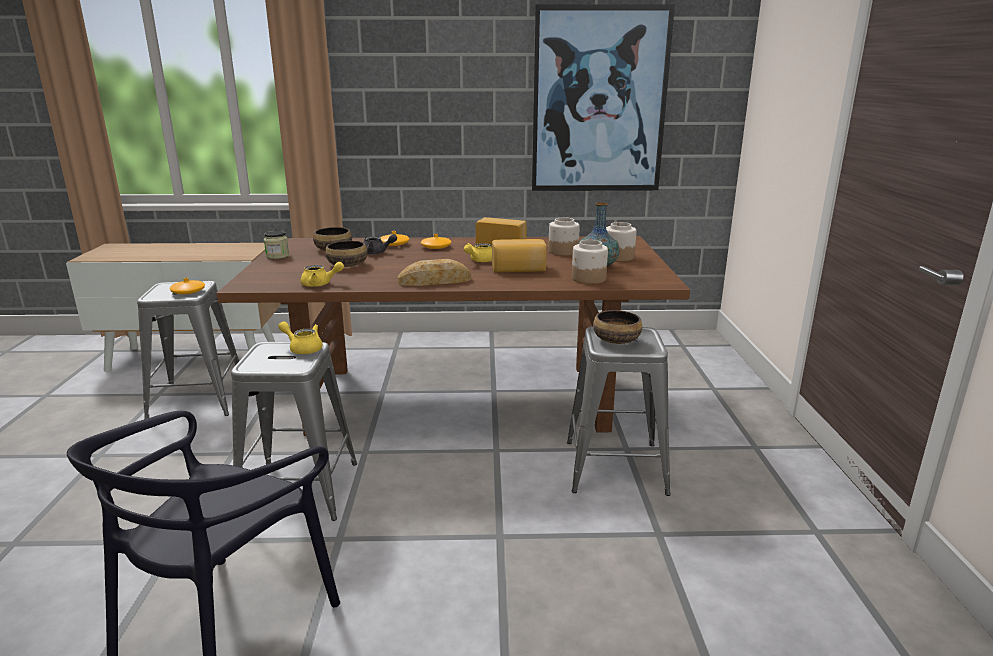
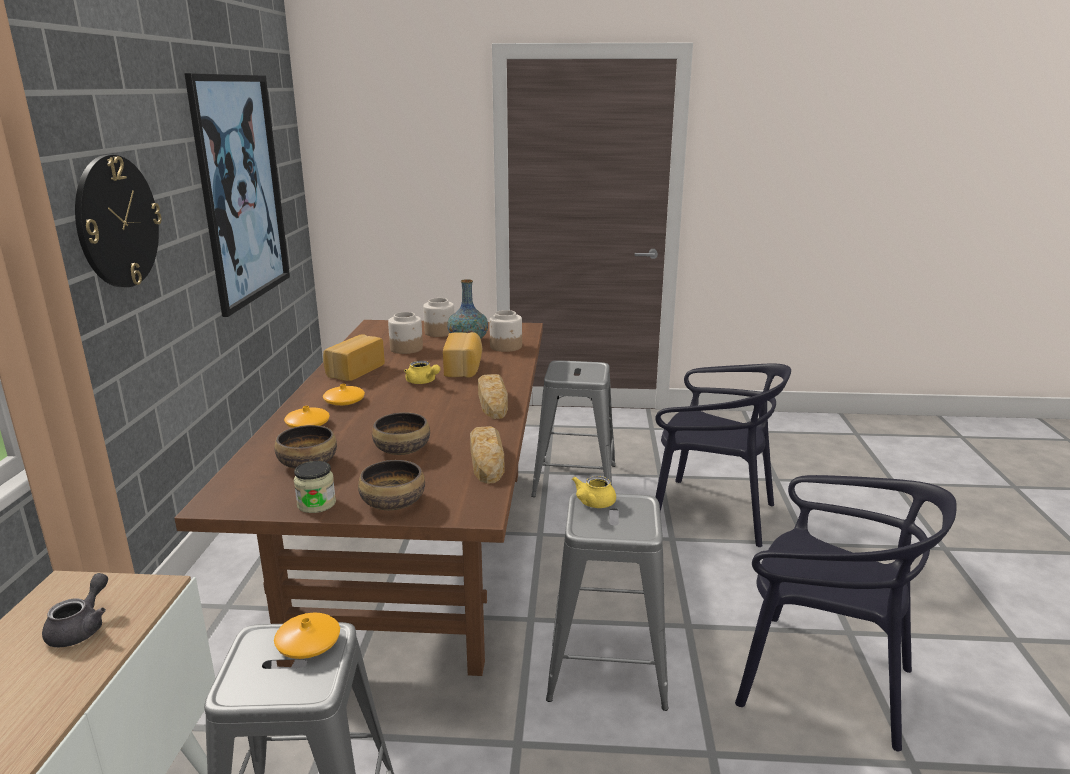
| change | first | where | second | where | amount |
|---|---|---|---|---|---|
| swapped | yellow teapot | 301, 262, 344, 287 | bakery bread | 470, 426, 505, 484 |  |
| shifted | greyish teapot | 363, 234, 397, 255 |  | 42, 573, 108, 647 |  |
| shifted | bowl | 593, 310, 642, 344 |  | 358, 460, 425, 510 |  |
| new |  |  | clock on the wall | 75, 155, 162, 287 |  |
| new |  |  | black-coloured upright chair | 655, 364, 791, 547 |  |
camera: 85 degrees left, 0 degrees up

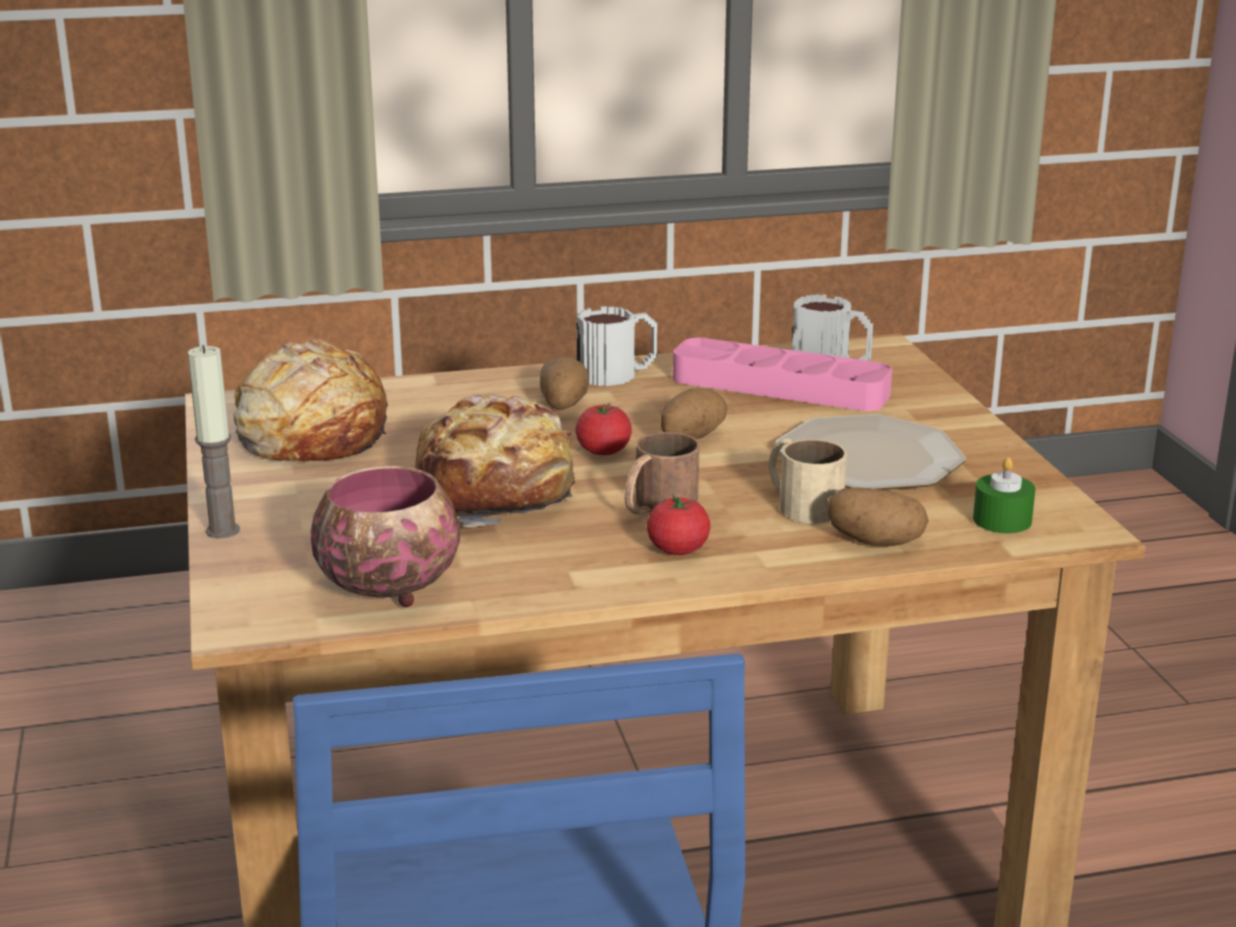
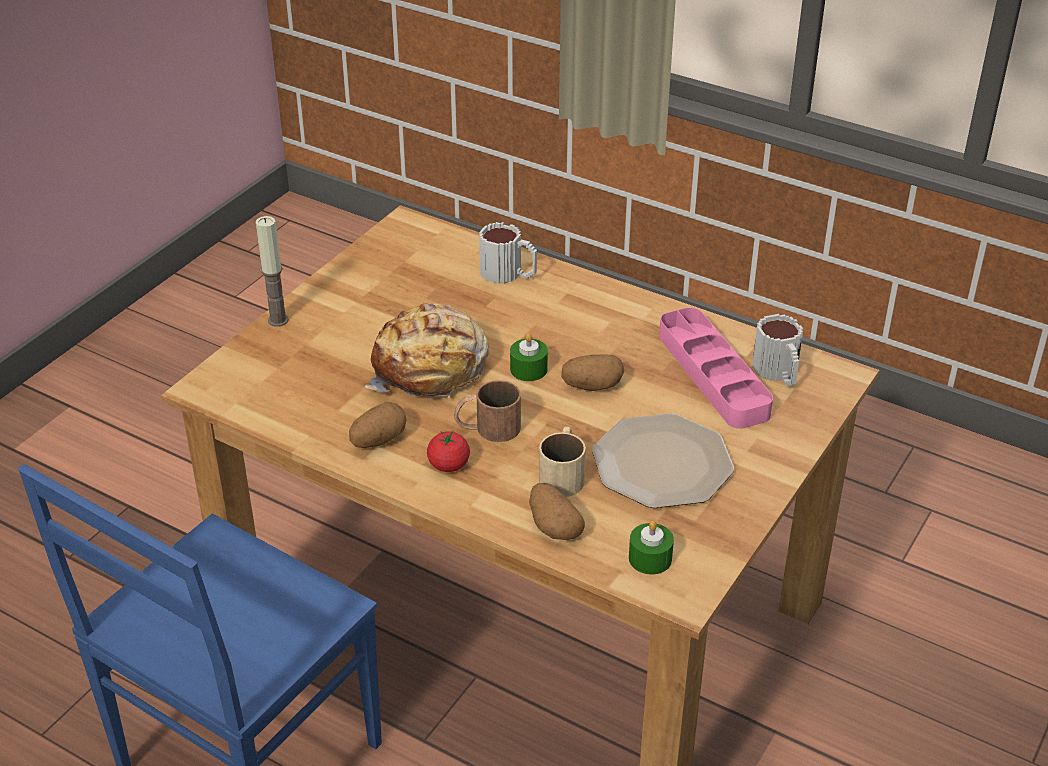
| change | first | where | second | where | amount |
|---|---|---|---|---|---|
| gone | bakery bread | 234, 339, 388, 461 |  |  |  |
| gone | bowl | 311, 466, 460, 607 |  |  |  |
| shifted | potato | 540, 357, 589, 410 |  | 349, 401, 407, 448 |  |
| swapped | fresh tomato | 575, 403, 632, 455 | greenish wax light | 510, 333, 548, 381 |  |
| shifted | coffee mug | 577, 306, 657, 386 |  | 479, 222, 537, 284 |  |
camera: 45 degrees right, 15 degrees up

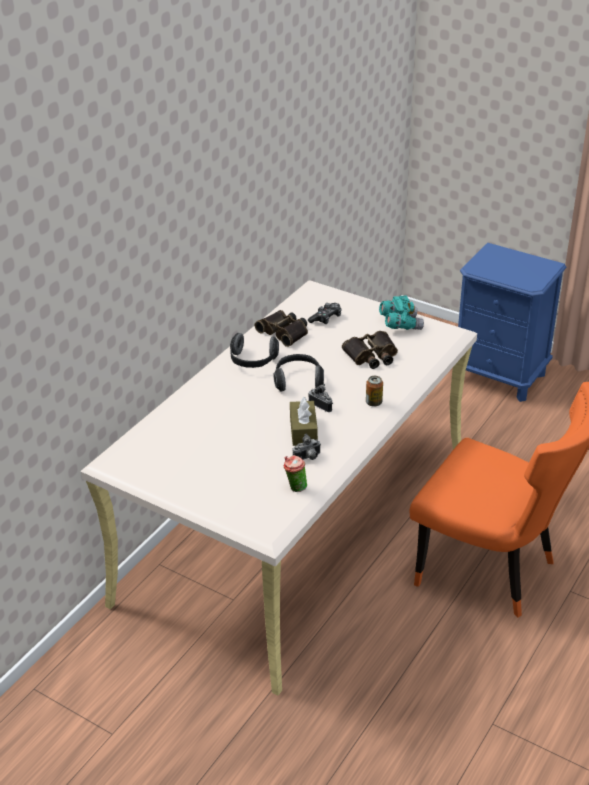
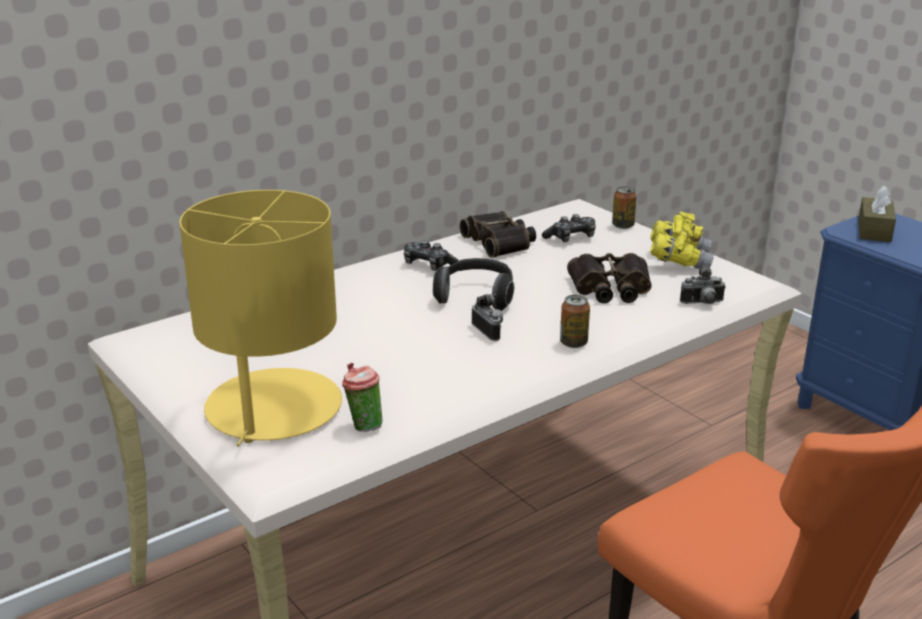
| change | first | where | second | where | amount |
|---|---|---|---|---|---|
| swapped | headset | 230, 333, 279, 368 | game controller | 404, 240, 459, 271 |  |
| shifted | brown tissue holder | 290, 397, 318, 446 |  | 858, 186, 896, 242 |  |
| shifted | still camera | 293, 434, 321, 460 |  | 680, 265, 726, 304 |  |
| repainted | turquoise-coloured pair of binoculars | 379, 295, 424, 330 | yellow pair of binoculars | 650, 212, 714, 269 |  |
| new |  |  | yellow tabletop lamp | 179, 190, 342, 447 |  |
| new |  |  | metal can | 612, 186, 637, 229 |  |
camera: 20 degrees right, 10 degrees down

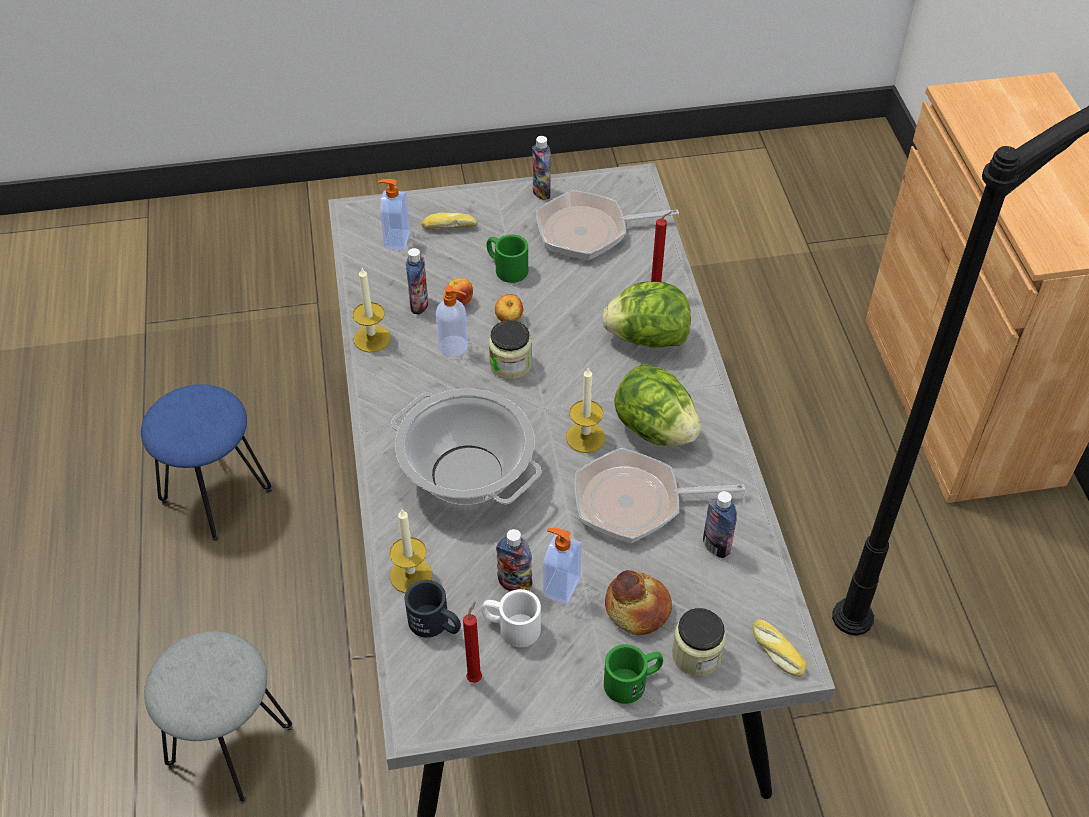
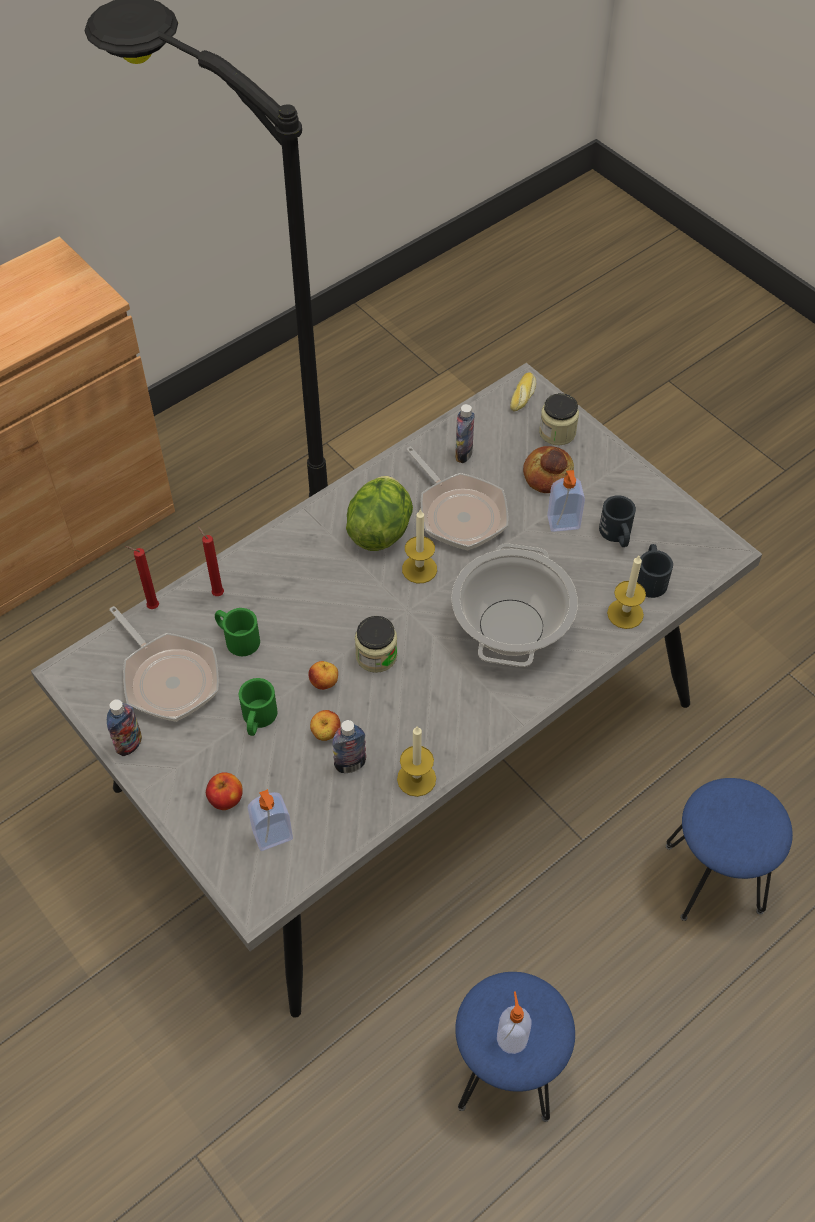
| change | first | where | second | where | amount |
|---|---|---|---|---|---|
| repainted | greyish sitting stool | 144, 631, 293, 804 | blue sitting stool | 666, 778, 793, 921 |  |
| swapped | bakery bread | 421, 212, 478, 229 | apple | 206, 772, 243, 810 |  |
| shifted | soap dispenser | 436, 286, 468, 357 |  | 497, 991, 531, 1054 |  |
| shifted | red-coloured wax light | 463, 601, 482, 683 |  | 126, 546, 159, 609 |  |
| repainted | white-coloured coffee mug | 482, 589, 541, 647 | black-coloured coffee mug | 599, 495, 636, 547 |  |
| gone | bottle | 496, 529, 532, 591 |  |  |  |
| gone | head of lettuce | 602, 282, 691, 348 |  |  |  |
| shifted | greenish coffee mug | 604, 644, 663, 704 |  | 215, 608, 260, 656 |  |
camera: 120 degrees left, 5 degrees up

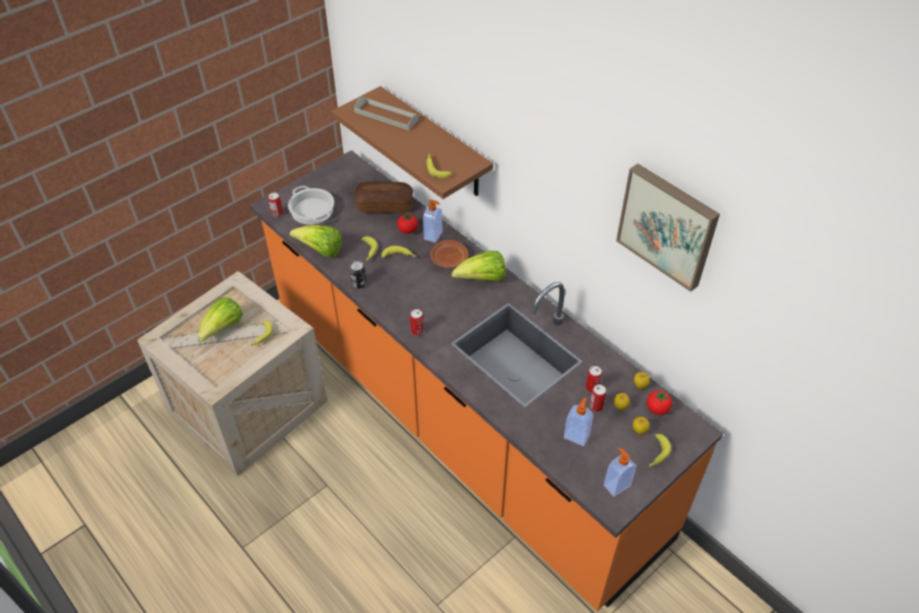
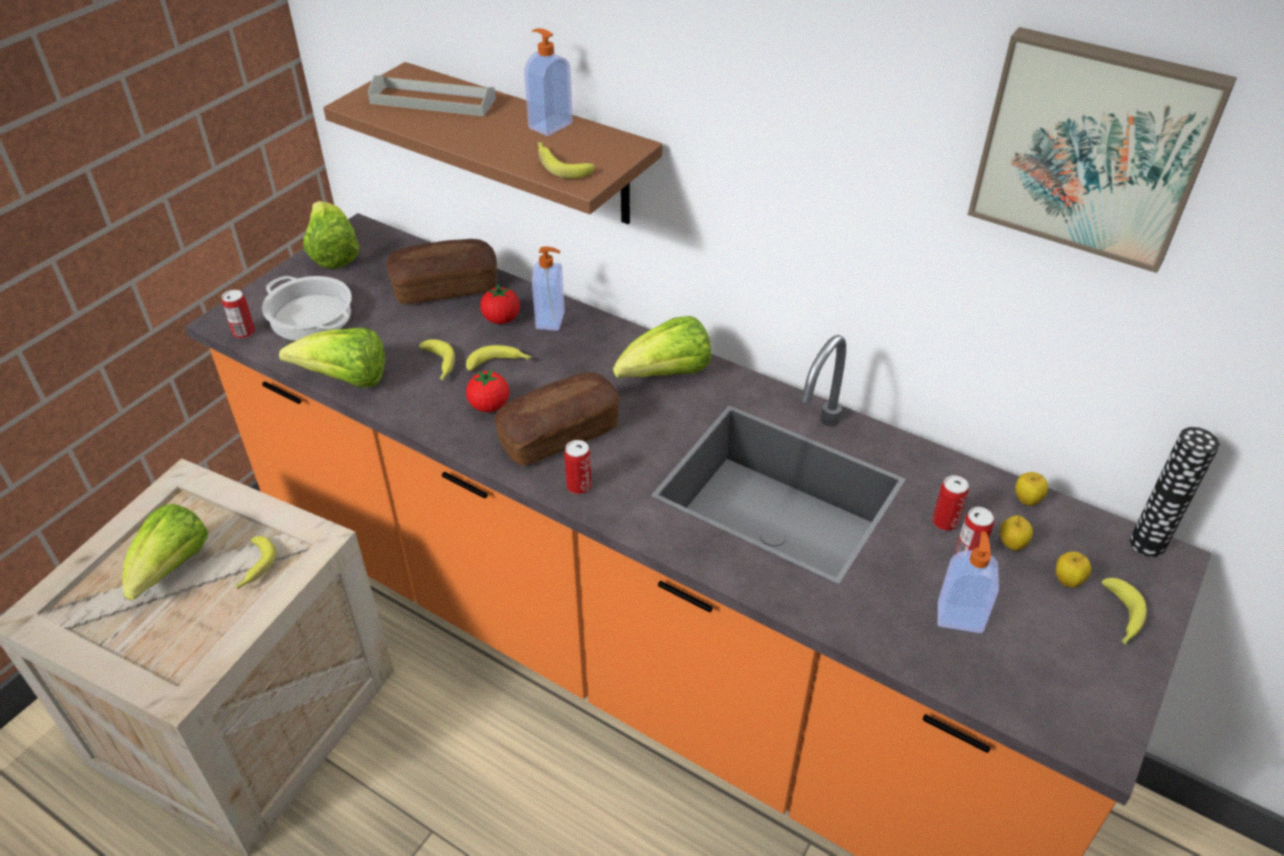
| change | first | where | second | where | amount |
|---|---|---|---|---|---|
| gone | metal can | 350, 261, 366, 288 |  |  |  |
| gone | brown plate | 430, 240, 468, 268 |  |  |  |
| shifted | soap dispenser | 604, 448, 636, 497 |  | 524, 28, 573, 136 |  |
| shifted | fresh tomato | 647, 390, 672, 415 |  | 466, 369, 509, 412 |  |
| new |  |  | head of lettuce | 303, 201, 359, 269 |  |
| new |  |  | bakery bread | 494, 372, 619, 465 |  |
| new |  |  | flower vase | 1130, 427, 1220, 557 |  |
camera: 15 degrees left, 5 degrees down

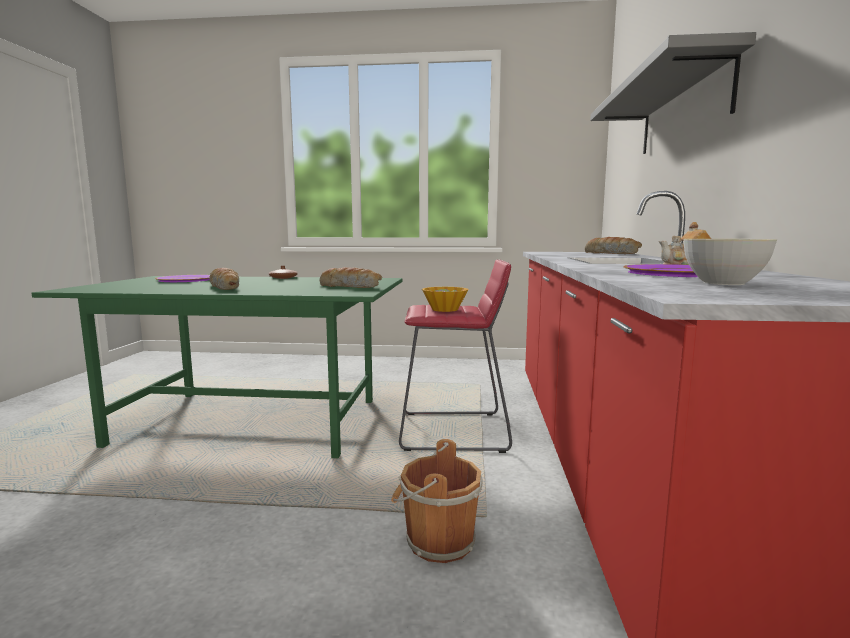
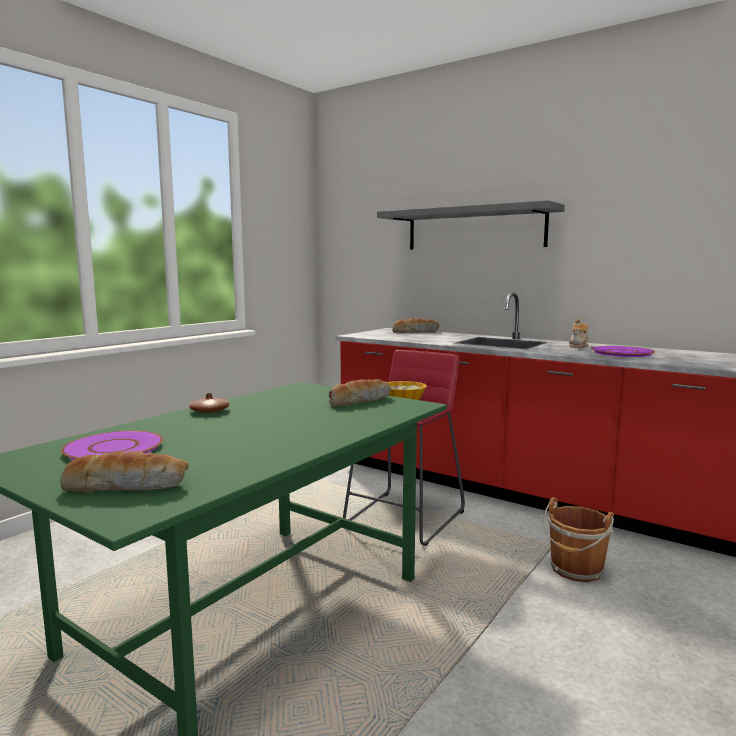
| change | first | where | second | where | amount |
|---|---|---|---|---|---|
| shifted | bakery bread | 209, 268, 239, 290 |  | 60, 451, 188, 493 |  |
| gone | greyish bowl | 683, 239, 777, 285 |  |  |  |
camera: 60 degrees left, 0 degrees up

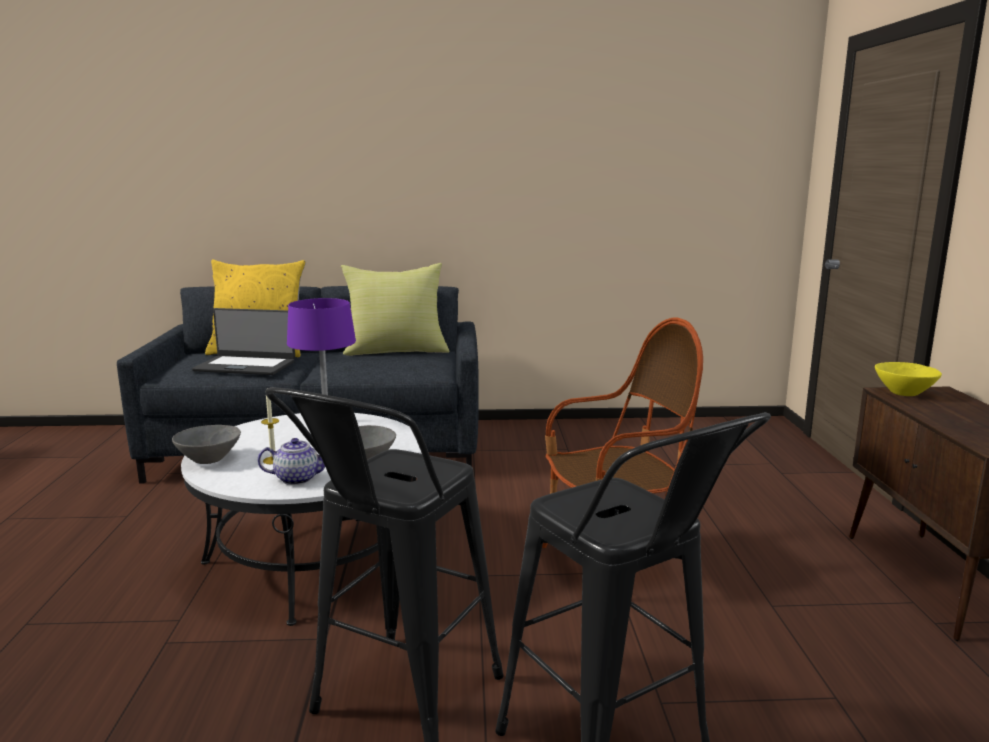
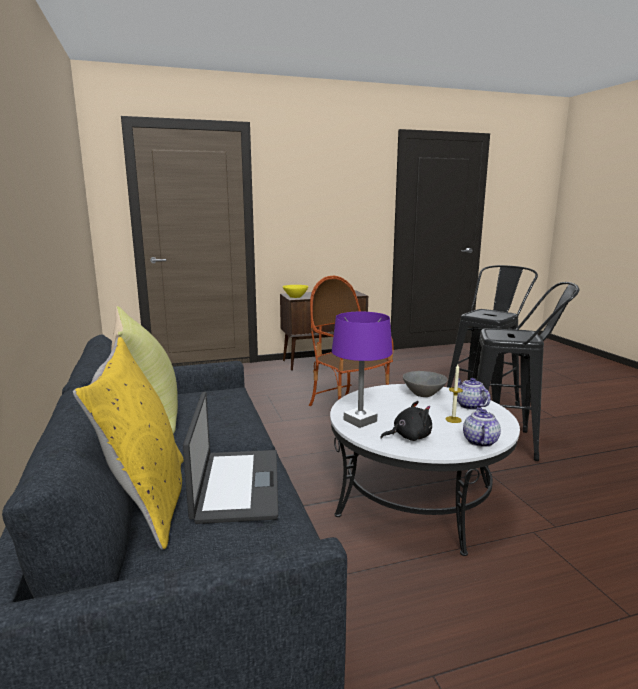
| change | first | where | second | where | amount |
|---|---|---|---|---|---|
| swapped | greyish bowl | 172, 425, 241, 464 | teapot | 463, 407, 501, 447 |  |
| new |  |  | black-coloured soft toy | 381, 401, 432, 441 |  |
camera: 105 degrees left, 0 degrees up

